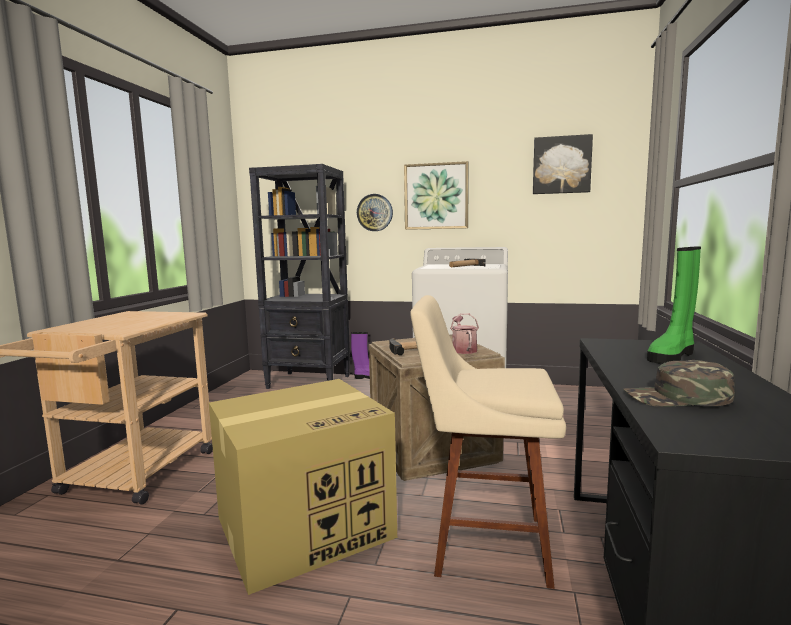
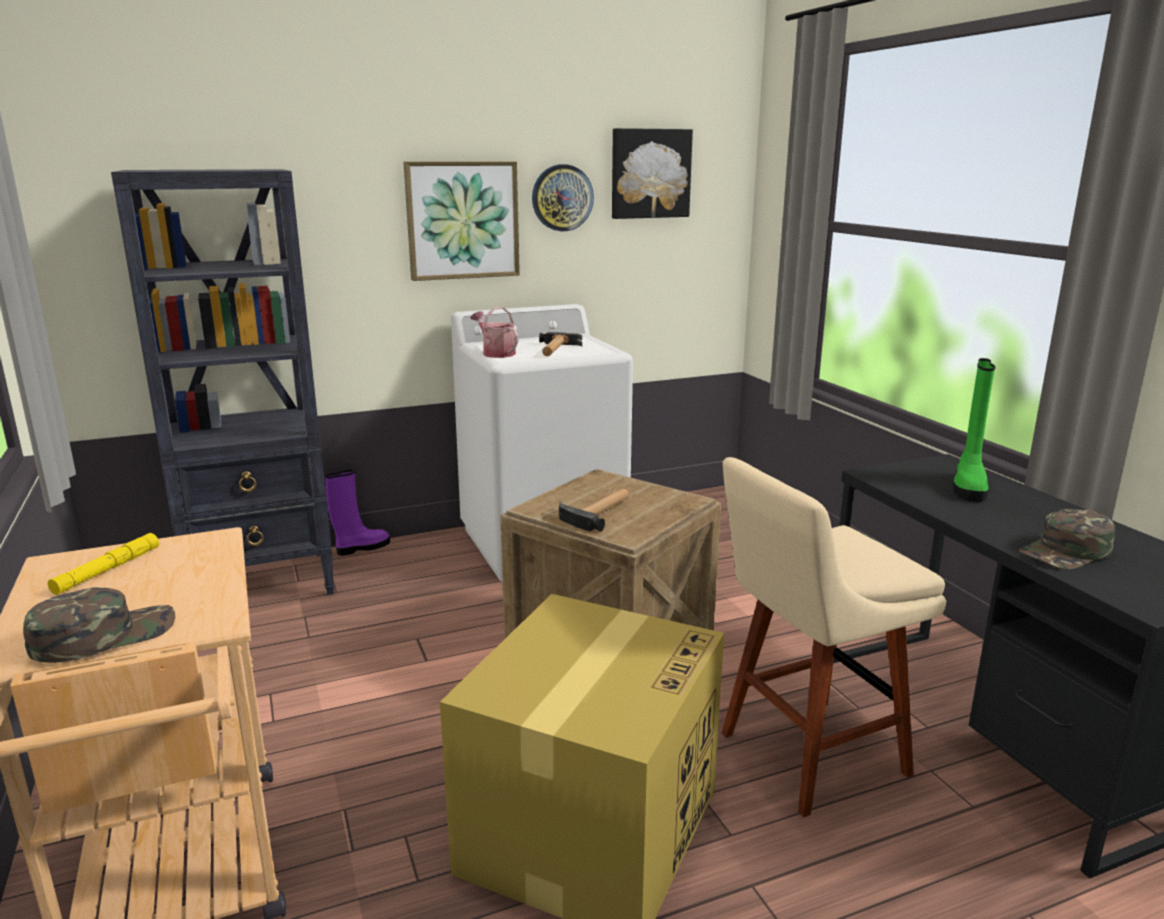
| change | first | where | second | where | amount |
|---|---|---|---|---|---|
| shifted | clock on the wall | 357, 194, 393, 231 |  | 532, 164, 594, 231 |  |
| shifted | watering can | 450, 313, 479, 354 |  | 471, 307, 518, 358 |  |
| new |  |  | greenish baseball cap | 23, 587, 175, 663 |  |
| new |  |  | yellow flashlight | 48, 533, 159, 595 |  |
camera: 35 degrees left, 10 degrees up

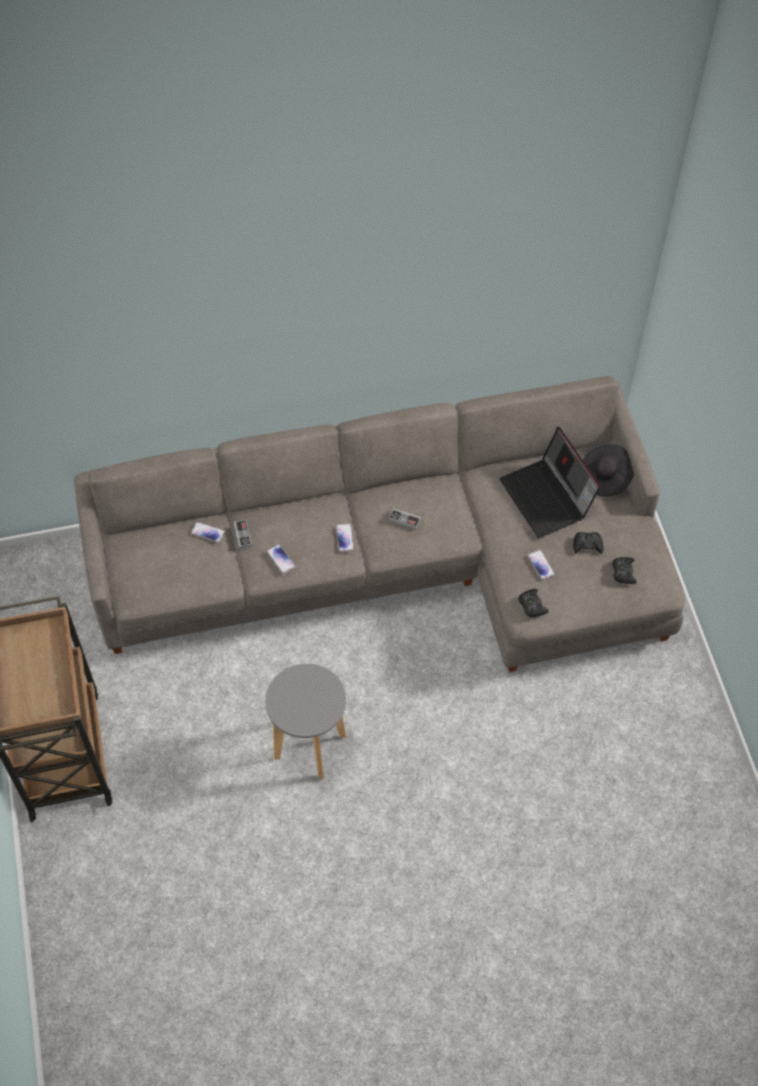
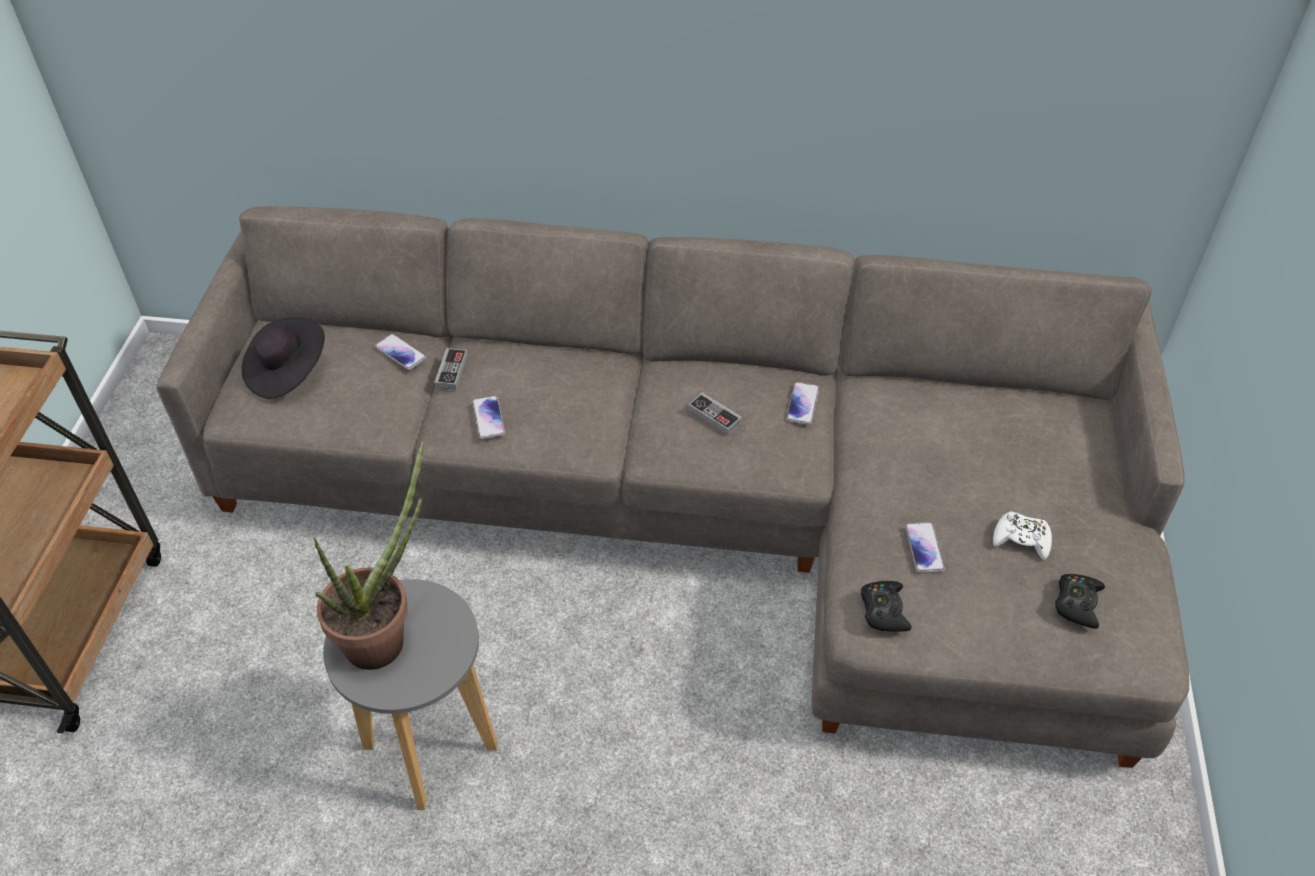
| change | first | where | second | where | amount |
|---|---|---|---|---|---|
| shifted | telephone | 336, 524, 354, 552 |  | 786, 382, 819, 425 |  |
| gone | portable computer | 499, 427, 601, 538 |  |  |  |
| repainted | black-coloured game controller | 573, 532, 604, 554 | white-coloured game controller | 993, 511, 1052, 560 |  |
| shifted | black-coloured hat | 583, 444, 634, 497 |  | 242, 317, 325, 399 |  |
| new |  |  | plant in a pot | 313, 441, 424, 670 |  |
camera: 20 degrees right, 10 degrees down

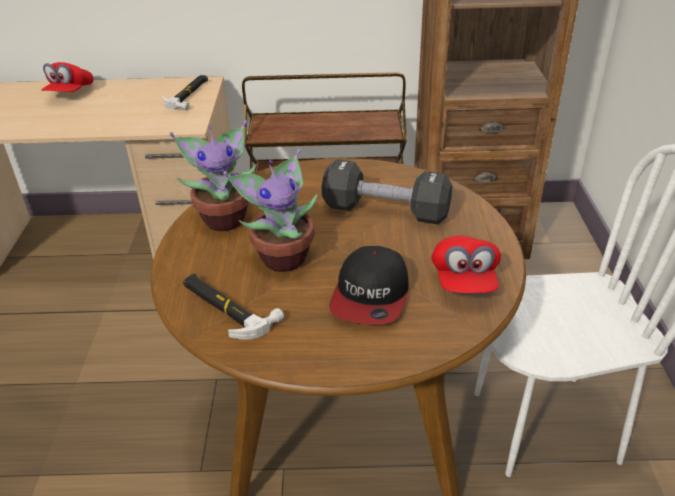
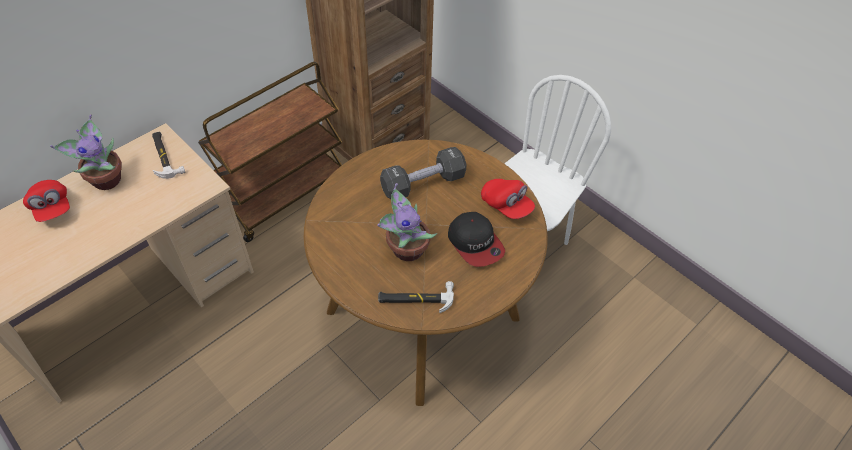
| change | first | where | second | where | amount |
|---|---|---|---|---|---|
| shifted | plant in a pot | 169, 120, 257, 231 |  | 50, 114, 122, 190 |  |
camera: 45 degrees left, 15 degrees up

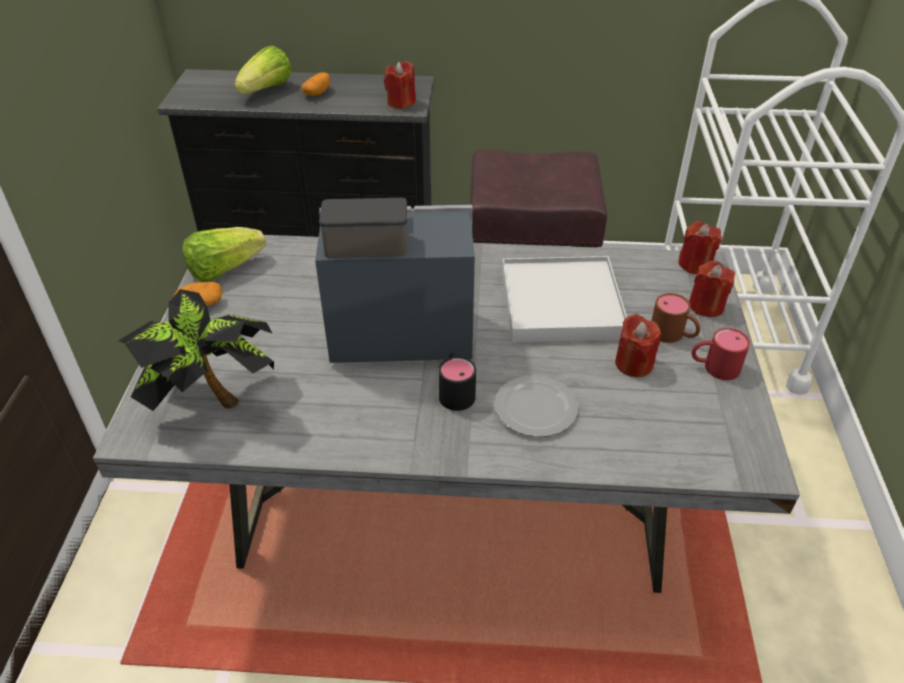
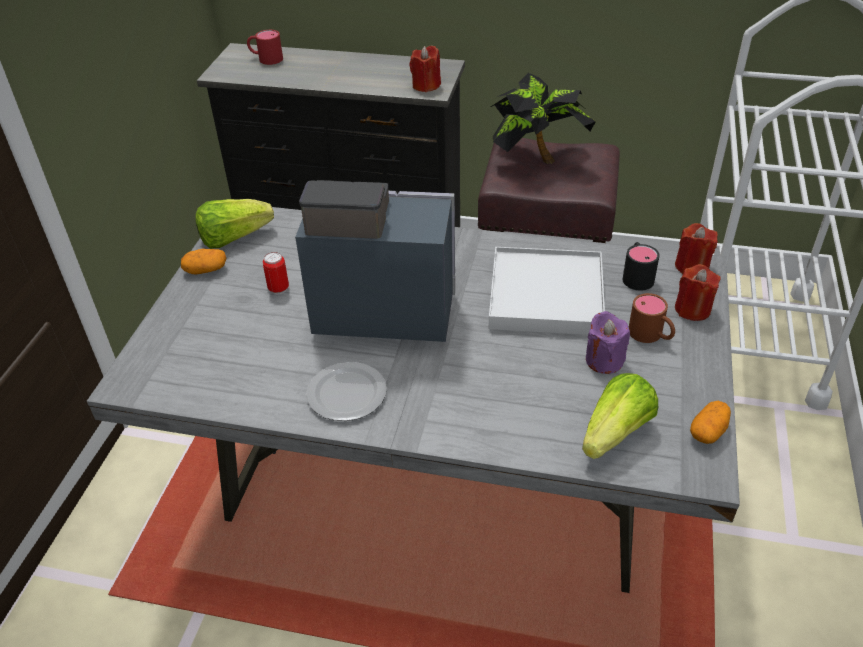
| change | first | where | second | where | amount |
|---|---|---|---|---|---|
| shifted | plant in a pot | 118, 289, 274, 411 |  | 491, 73, 596, 164 |  |
| shifted | head of lettuce | 235, 46, 292, 94 |  | 582, 373, 658, 459 |  |
| shifted | potato | 301, 72, 331, 96 |  | 690, 401, 731, 444 |  |
| shifted | black-coloured coffee mug | 439, 353, 476, 411 |  | 623, 242, 660, 290 |  |
| shifted | plate | 495, 375, 578, 437 |  | 306, 362, 387, 421 |  |
| repainted | red-coloured wax light | 615, 314, 661, 377 | purplish wax light | 586, 311, 630, 374 |  |
| shifted | red-coloured coffee mug | 691, 328, 750, 380 |  | 247, 30, 283, 65 |  |
| new |  |  | metal can | 263, 252, 289, 295 |  |
camera: 10 degrees right, 0 degrees up

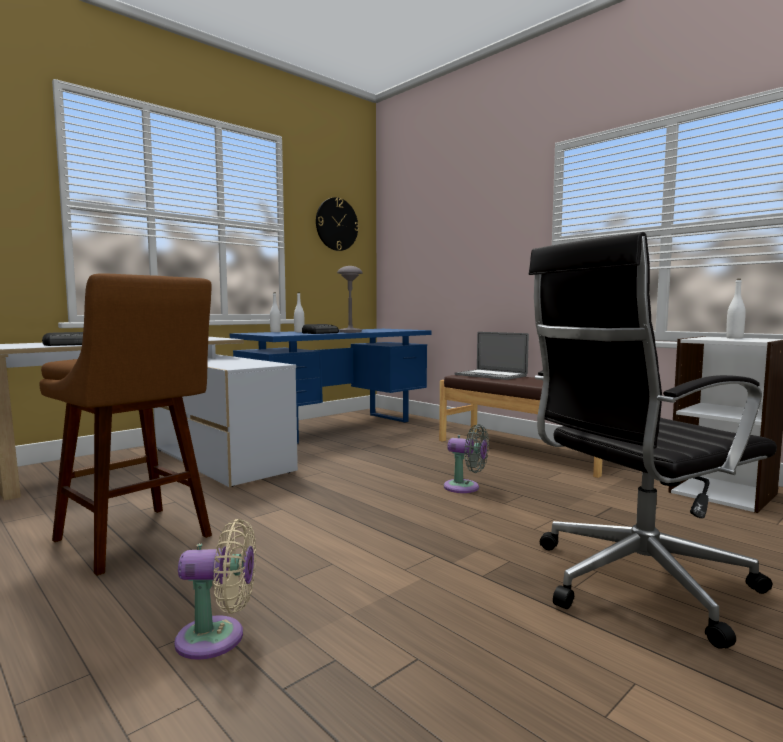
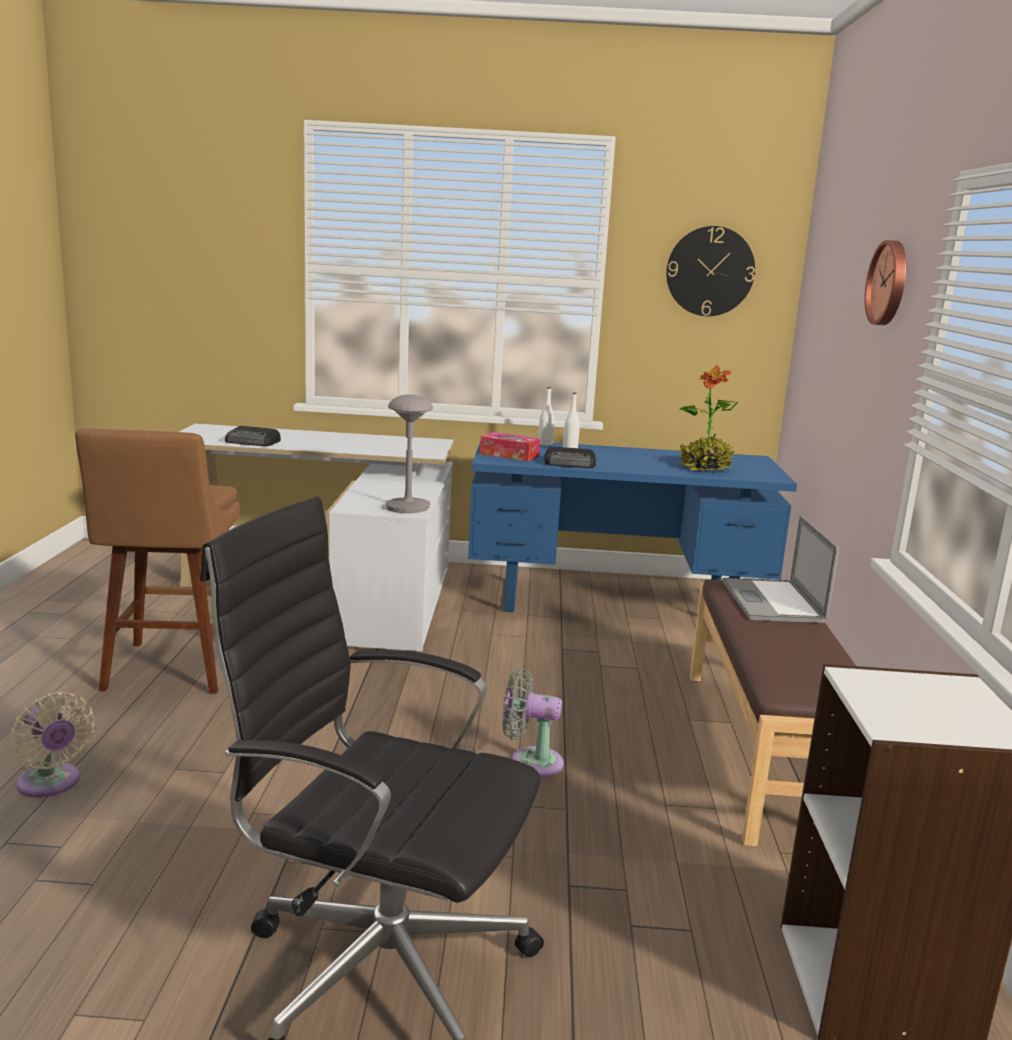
| change | first | where | second | where | amount |
|---|---|---|---|---|---|
| shifted | greyish tabletop lamp | 337, 266, 363, 333 |  | 386, 394, 433, 513 |  |
| rotated | greyish cooling fan | 444, 424, 489, 493 |  | 502, 668, 564, 778 | 120 degrees clockwise |
| gone | white-coloured bottle | 726, 279, 746, 339 |  |  |  |
| new |  |  | tissue holder | 480, 432, 540, 461 |  |
| new |  |  | plant in a pot | 679, 365, 738, 471 |  |
| new |  |  | clock on the wall | 865, 240, 906, 325 |  |
camera: 45 degrees right, 10 degrees up

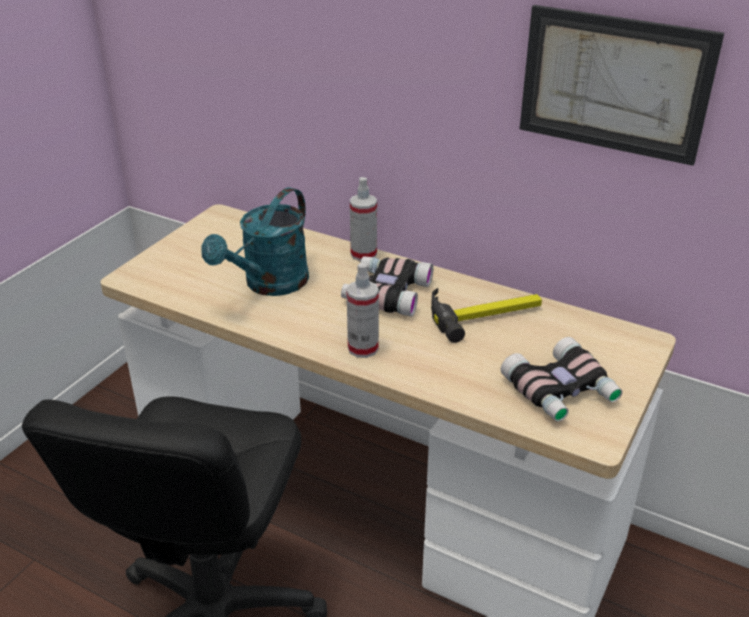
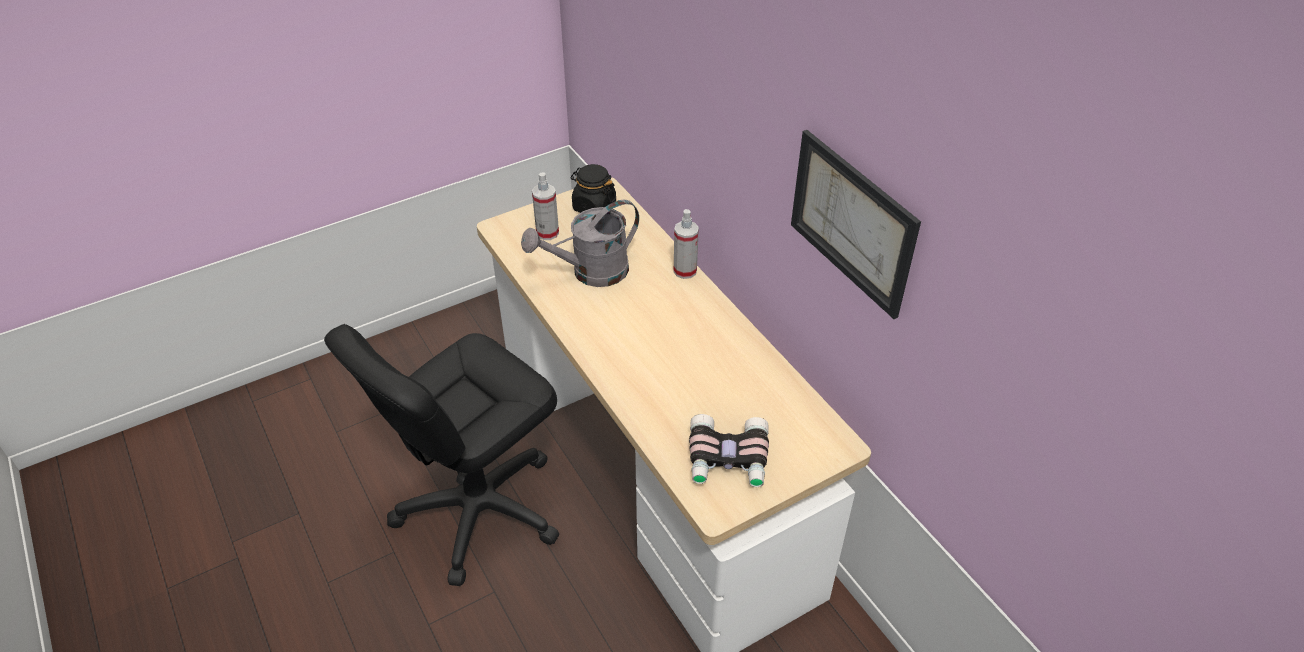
| change | first | where | second | where | amount |
|---|---|---|---|---|---|
| repainted | turquoise-coloured watering can | 201, 187, 309, 296 | greyish watering can | 521, 200, 639, 287 |  |
| gone | pair of binoculars | 341, 256, 433, 317 |  |  |  |
| shifted | spray bottle | 346, 263, 379, 358 |  | 532, 172, 559, 240 |  |
| gone | tool hammer | 431, 288, 542, 343 |  |  |  |
| new |  |  | black-coloured storage jar | 570, 164, 616, 213 |  |
camera: 30 degrees right, 10 degrees up

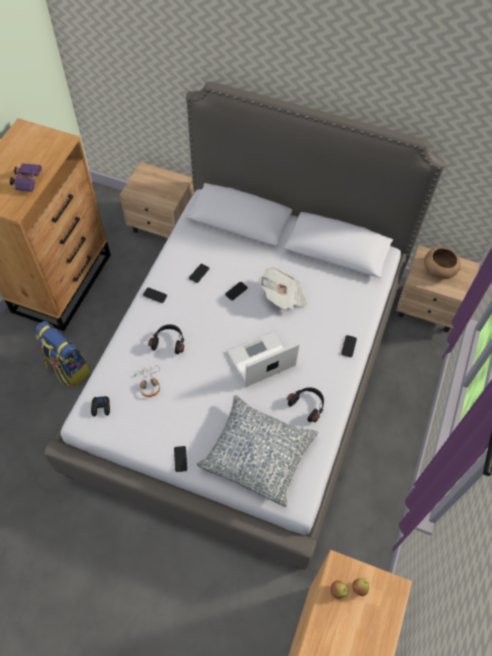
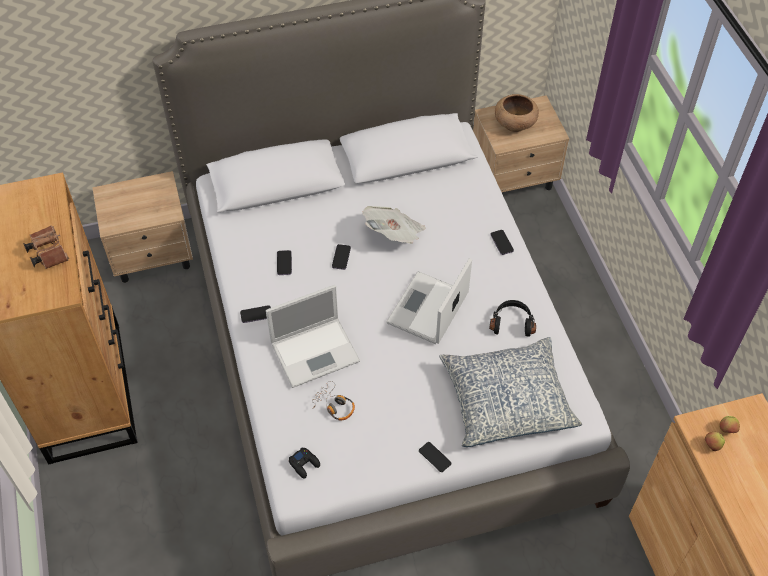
| change | first | where | second | where | amount |
|---|---|---|---|---|---|
| repainted | purplish pair of binoculars | 10, 163, 42, 192 | brown pair of binoculars | 23, 225, 69, 269 |  |
| gone | rucksack | 35, 321, 91, 387 |  |  |  |
| swapped | black-coloured headset | 148, 324, 184, 354 | portable computer | 266, 285, 360, 388 |  |
camera: 35 degrees left, 5 degrees down

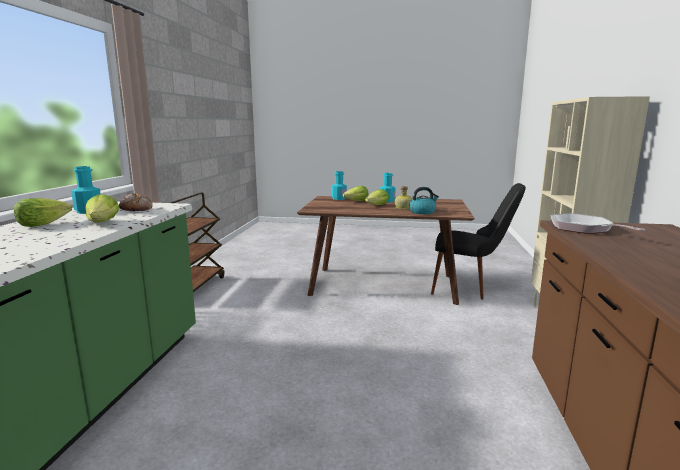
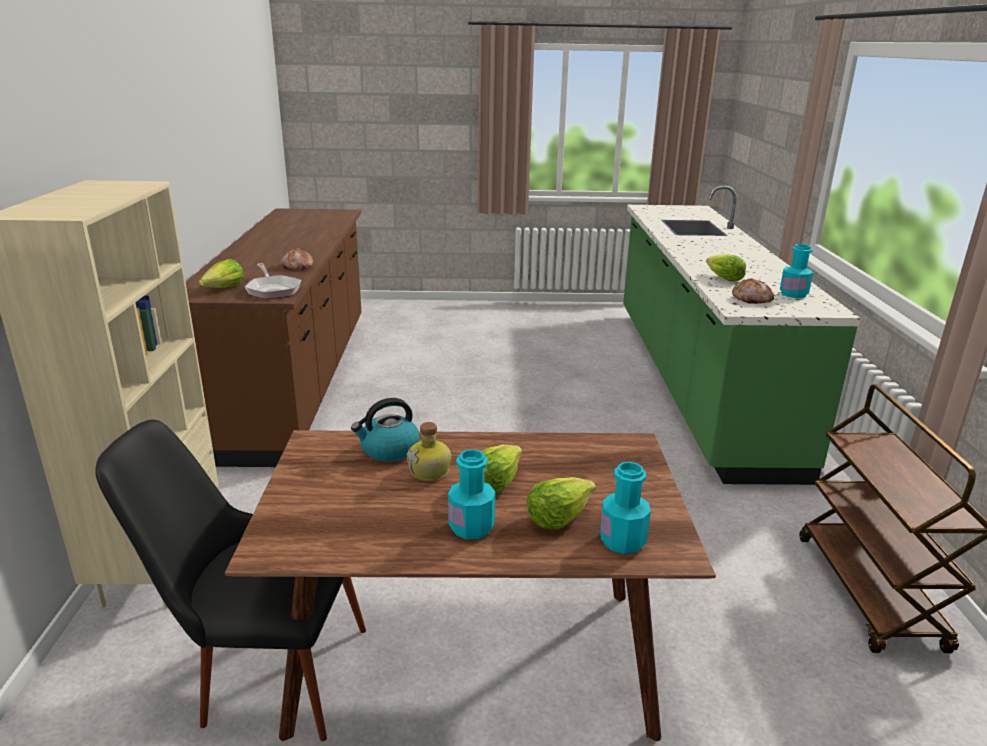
| change | first | where | second | where | amount |
|---|---|---|---|---|---|
| shifted | head of lettuce | 14, 198, 72, 227 |  | 199, 259, 244, 288 |  |
| new |  |  | bakery bread | 281, 248, 314, 270 |  |
camera: 170 degrees right, 10 degrees up

